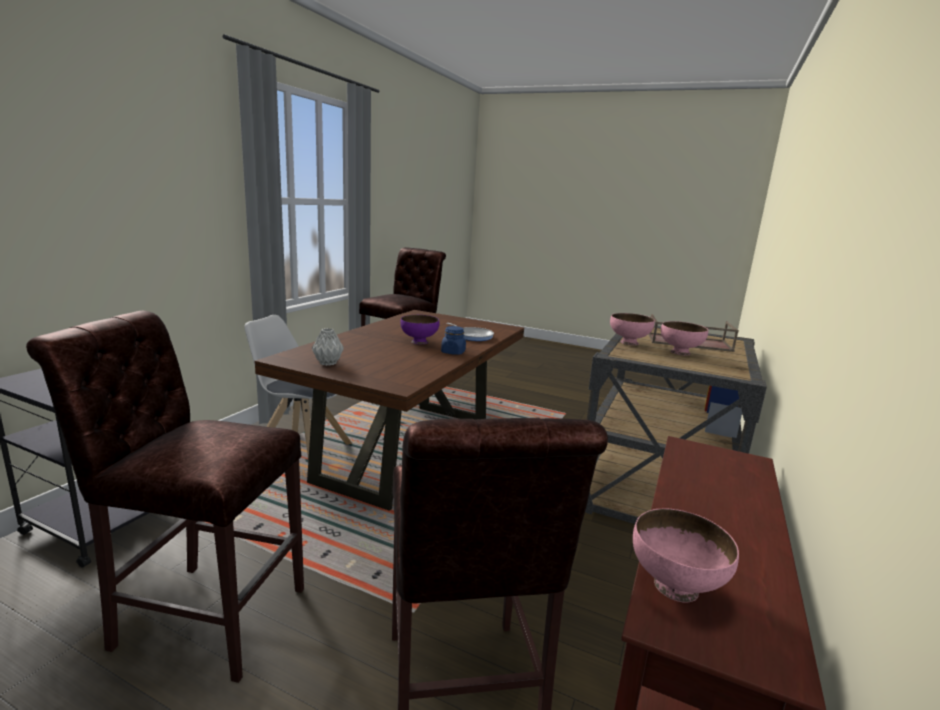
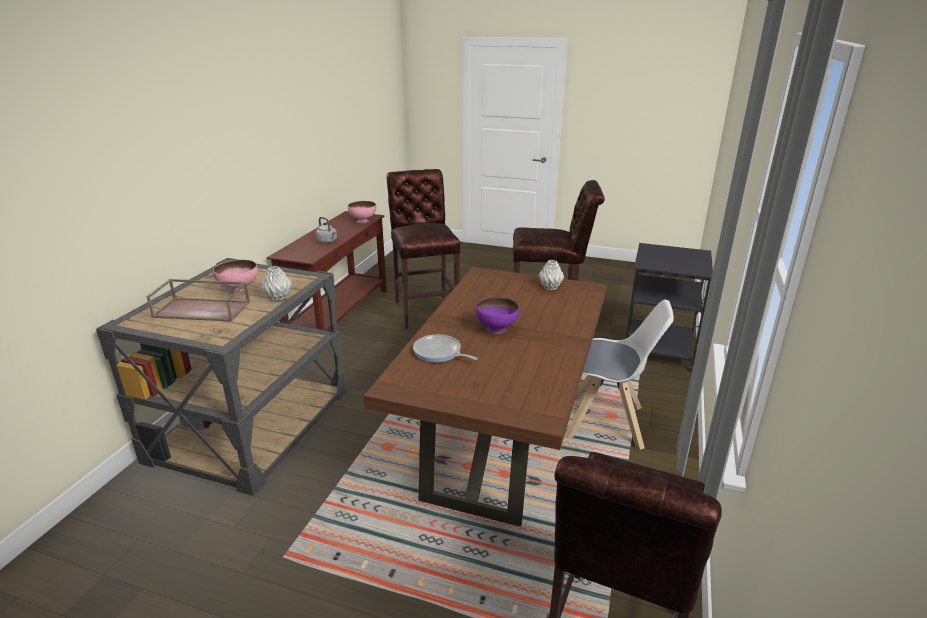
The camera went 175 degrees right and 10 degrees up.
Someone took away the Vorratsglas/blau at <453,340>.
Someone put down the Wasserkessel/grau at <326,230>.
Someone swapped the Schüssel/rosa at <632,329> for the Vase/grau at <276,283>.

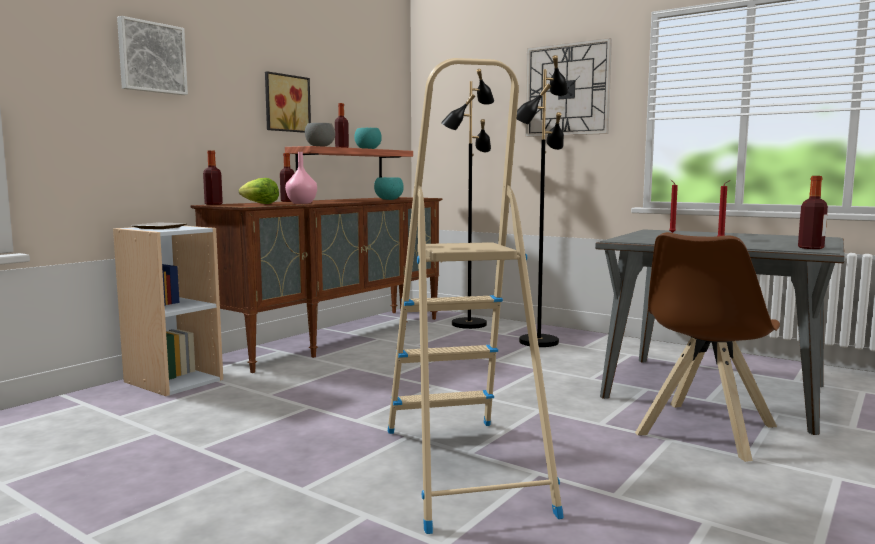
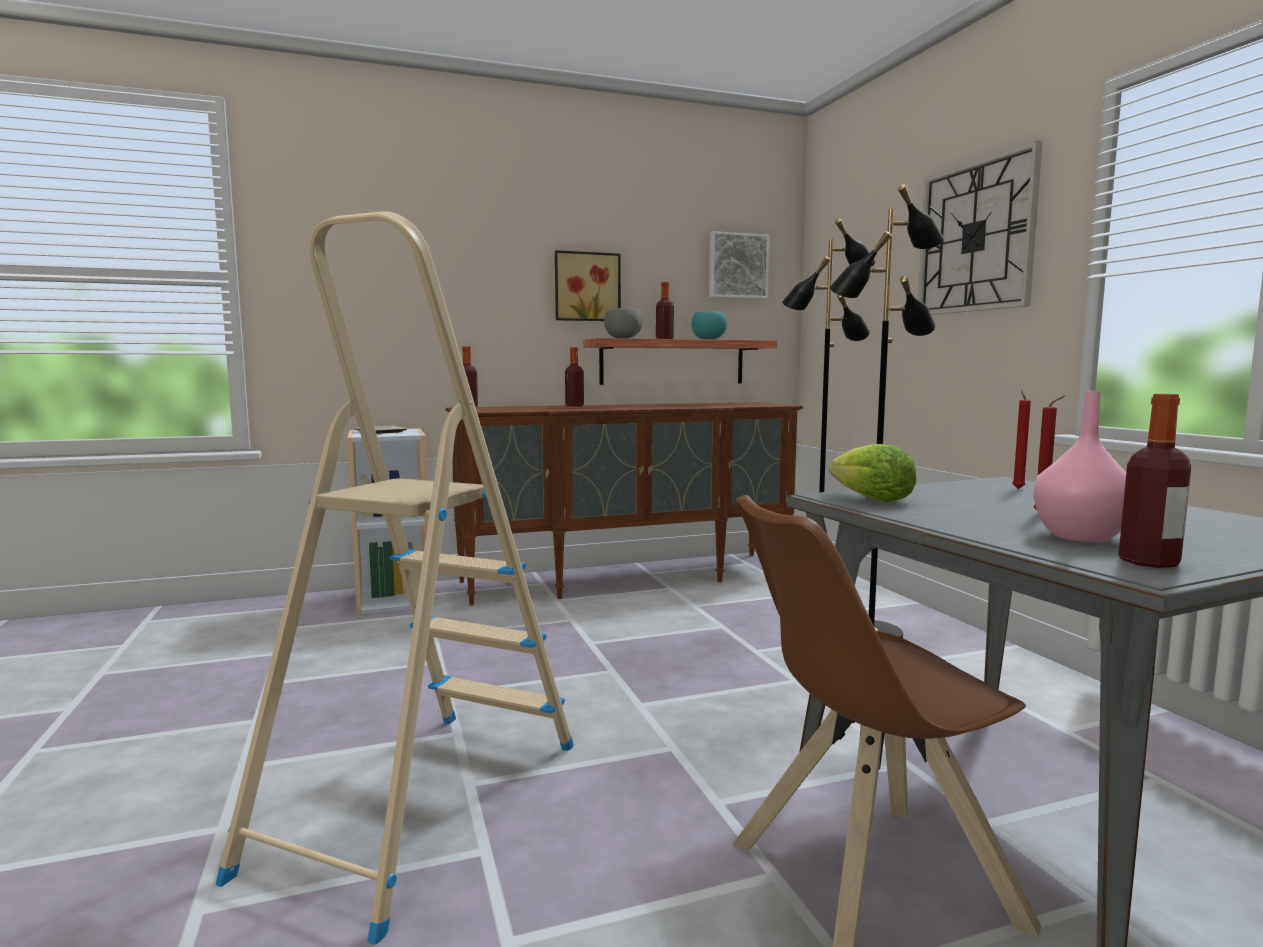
The camera went 35 degrees right and 0 degrees up.
Someone took away the Schüssel/türkis at <389,188>.
Someone carried the Bild from <152,55> to <739,265>.
Someone carried the Salatkopf from <259,191> to <872,473>.
Someone carried the Vase/rosa from <301,178> to <1079,466>.

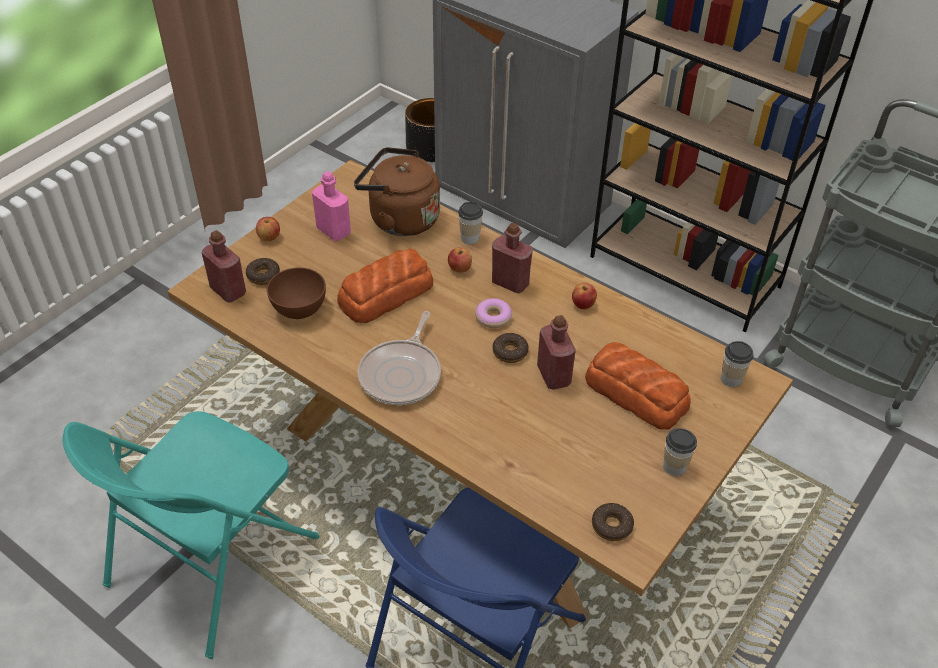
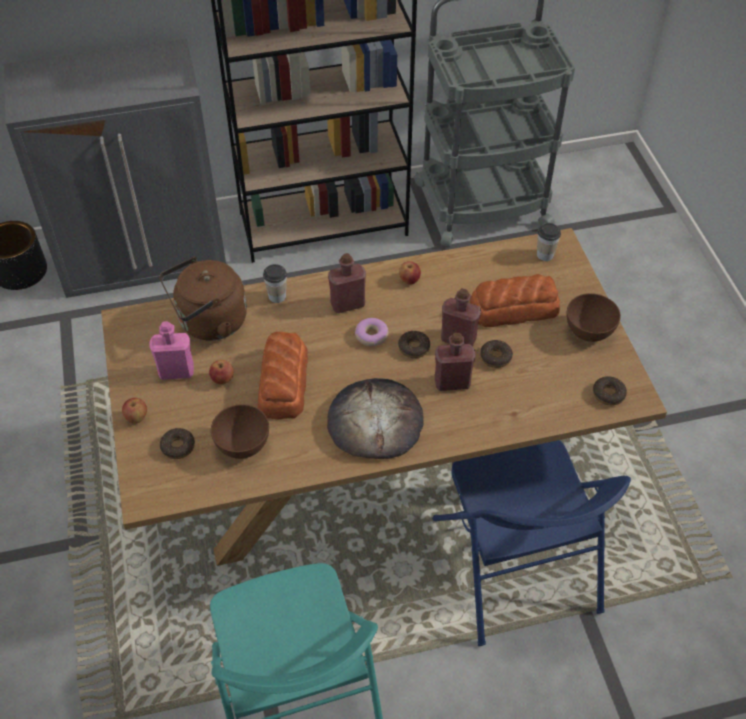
The camera went 50 degrees left and 5 degrees up.
Someone put down the Donut at <496,354>.
Someone carried the Flasche/rot from <224,266> to <455,362>.
Someone carried the Apfel from <460,260> to <221,372>.
Someone swapped the Pfanne at <399,358> for the Brot at <375,418>.
Someone swapped the Tasse at <680,452> for the Schüssel/braun at <594,317>.

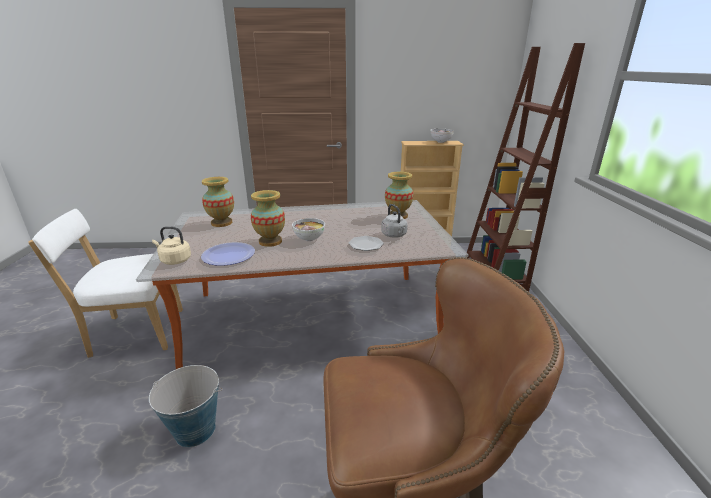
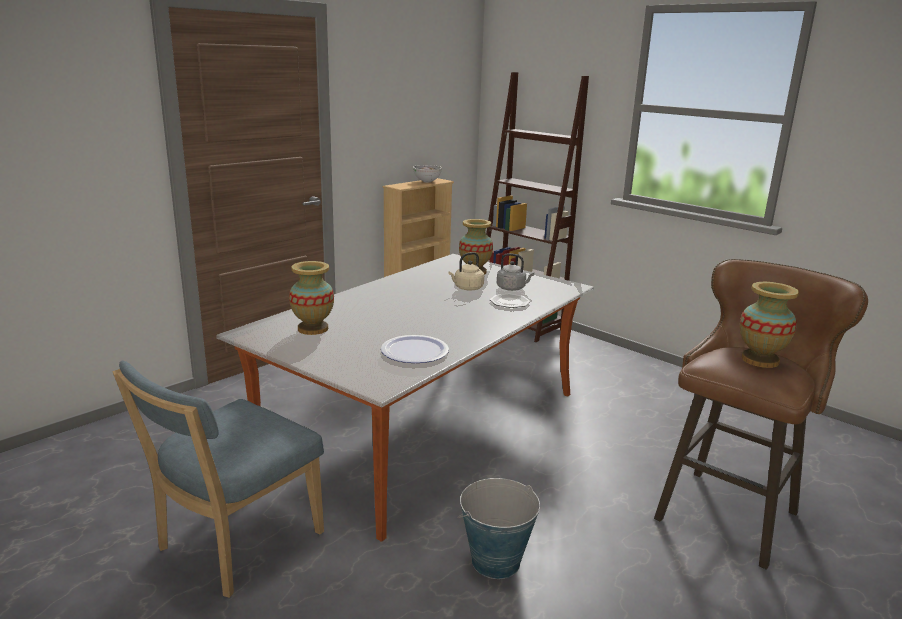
The camera went 45 degrees left and 5 degrees down.
Someone took away the Schüssel at <308,229>.
Someone carried the Wasserkessel/beige from <171,245> to <466,271>.
Someone carried the Vase from <268,218> to <769,325>.
Someone repainted the Stuhl/weiß at <105,283>, which became the Stuhl/blau at <218,479>.

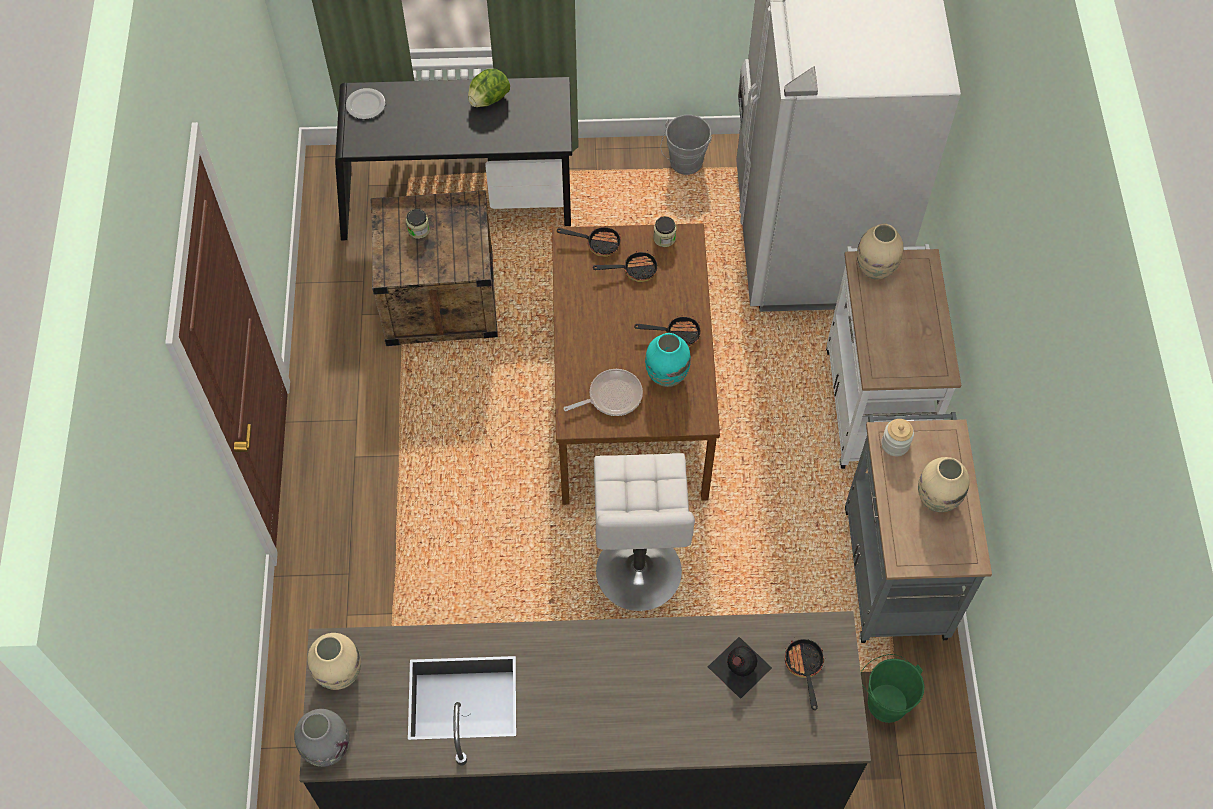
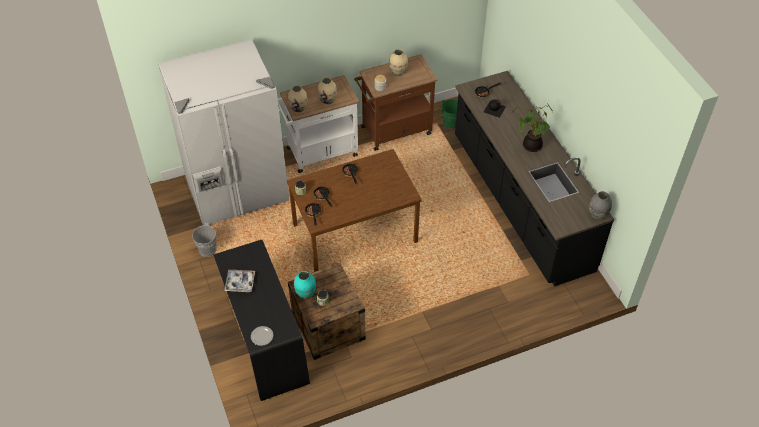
The camera went 110 degrees left and 10 degrees down.
Someone took away the Pfanne at <603,392>.
Someone took away the Hocker/weiß at <644,532>.
Someone put down the Topfpflanze at <532,127>.
Someone carried the Vase/beige from <334,661> to <327,91>.
Someone carried the Vase/türkis from <668,360> to <305,284>.
Someone swapped the Salatkopf at <489,88> for the Tablett at <239,281>.
Someone repainted the Rollwagen/grau at <918,527>, which became the Rollwagen/braun at <396,102>.

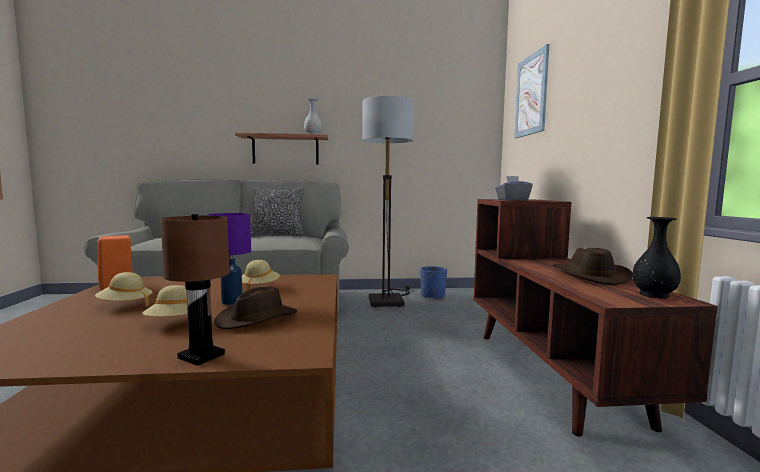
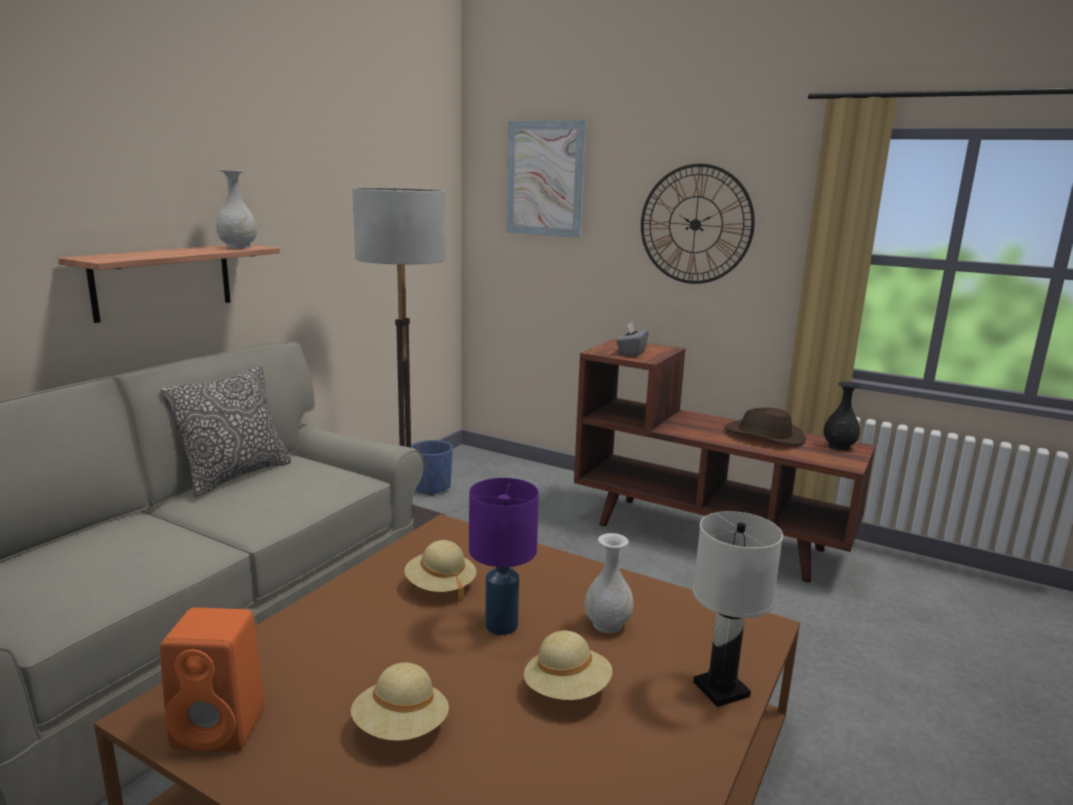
The camera went 55 degrees left and 10 degrees up.
Someone put up the Wanduhr at <698,224>.
Someone swapped the Hut/braun at <255,308> for the Vase/weiß at <609,583>.
Someone repainted the Tischlampe/braun at <195,290>, which became the Tischlampe/weiß at <738,609>.

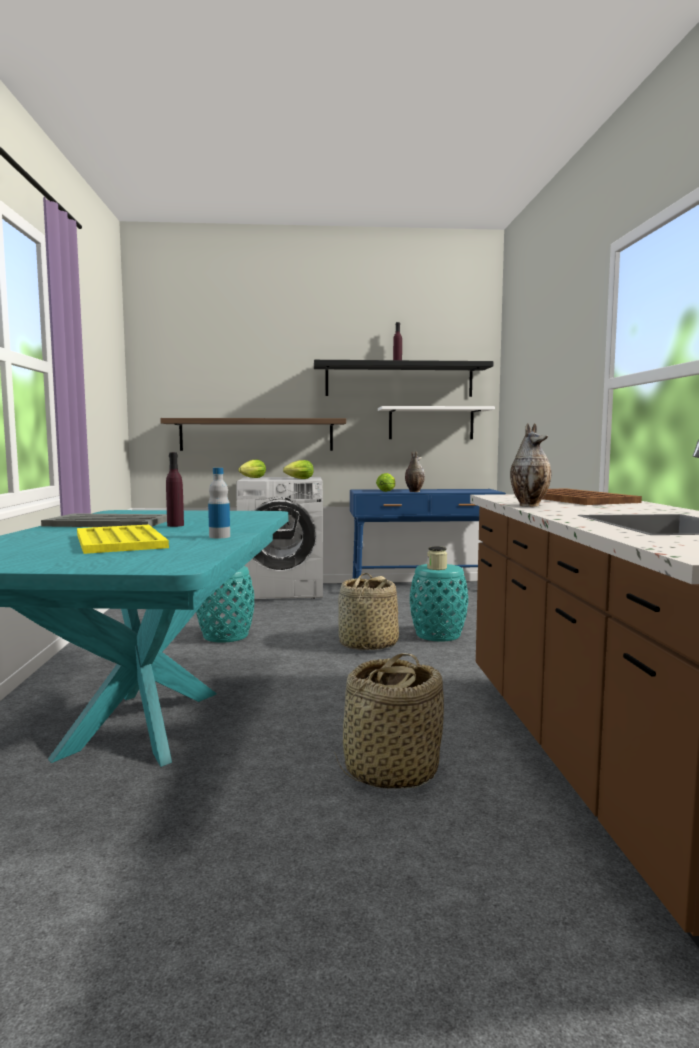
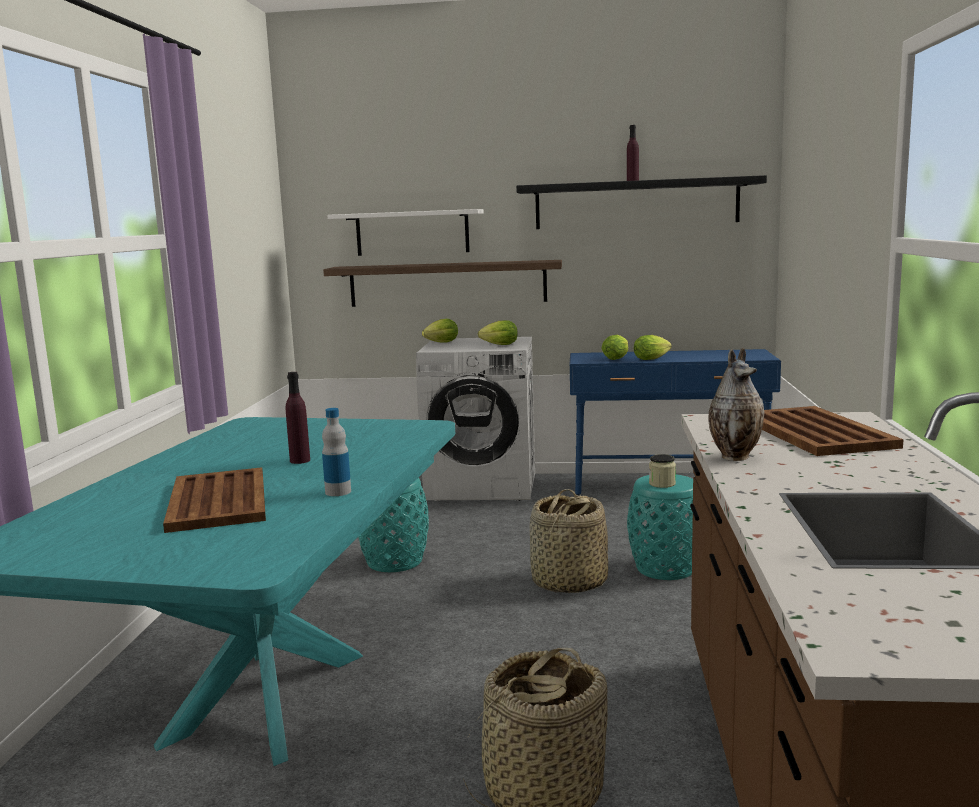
The camera went 10 degrees right and 5 degrees up.
Someone took away the Tablett/grau at <104,520>.
Someone carried the Wandregal/weiß from <436,422> to <405,232>.
Someone swapped the Vase at <415,471> for the Salatkopf at <653,347>.
Someone repainted the Tablett/gelb at <123,539>, which became the Tablett/braun at <214,500>.

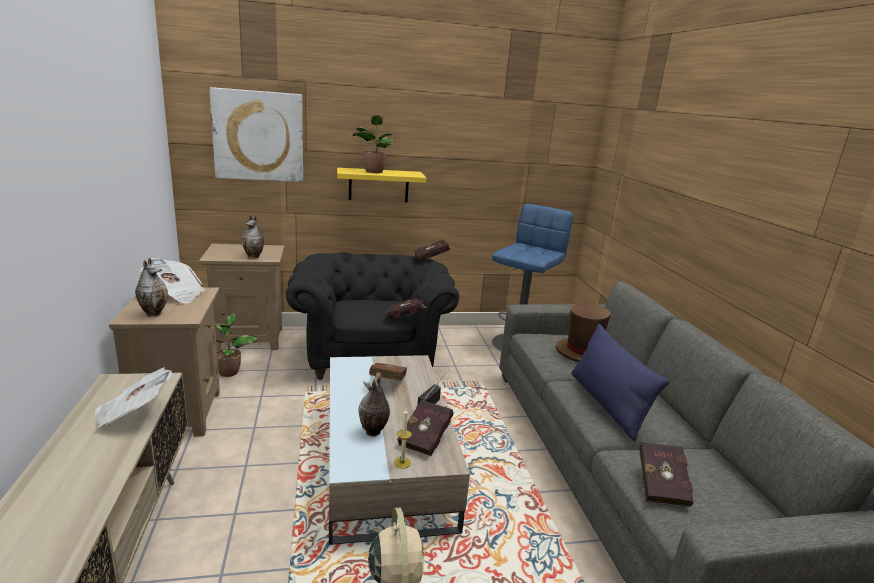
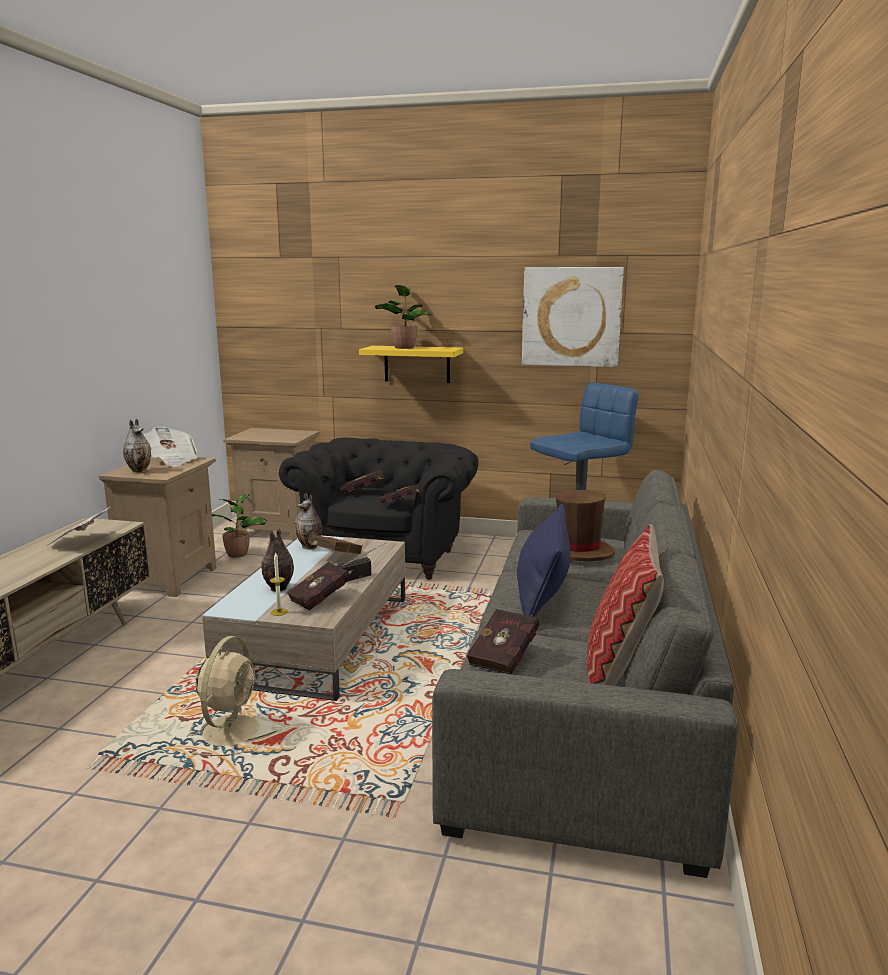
The camera went 25 degrees right and 5 degrees down.
Someone put down the Kissen at <625,605>.
Someone carried the Bild from <256,134> to <573,317>.
Someone carried the Vase from <253,236> to <308,521>.
Someone carried the Buch/rot from <433,250> to <362,481>.

